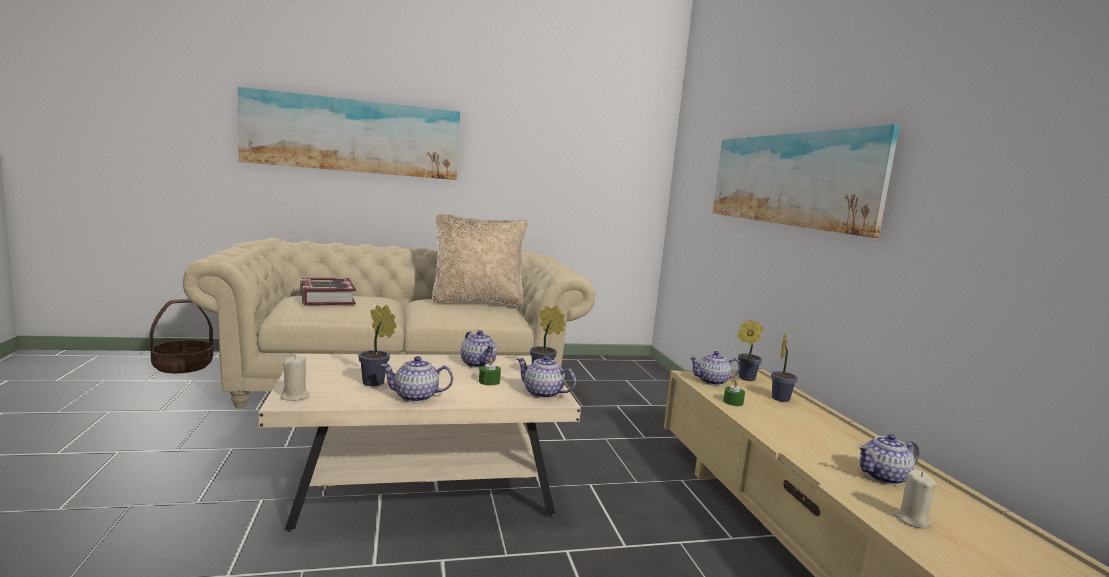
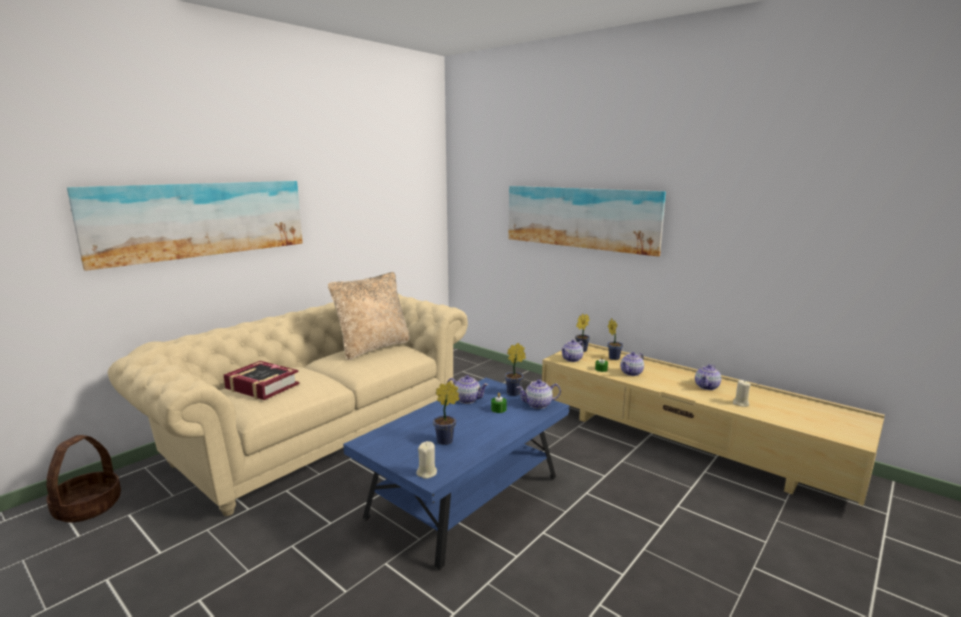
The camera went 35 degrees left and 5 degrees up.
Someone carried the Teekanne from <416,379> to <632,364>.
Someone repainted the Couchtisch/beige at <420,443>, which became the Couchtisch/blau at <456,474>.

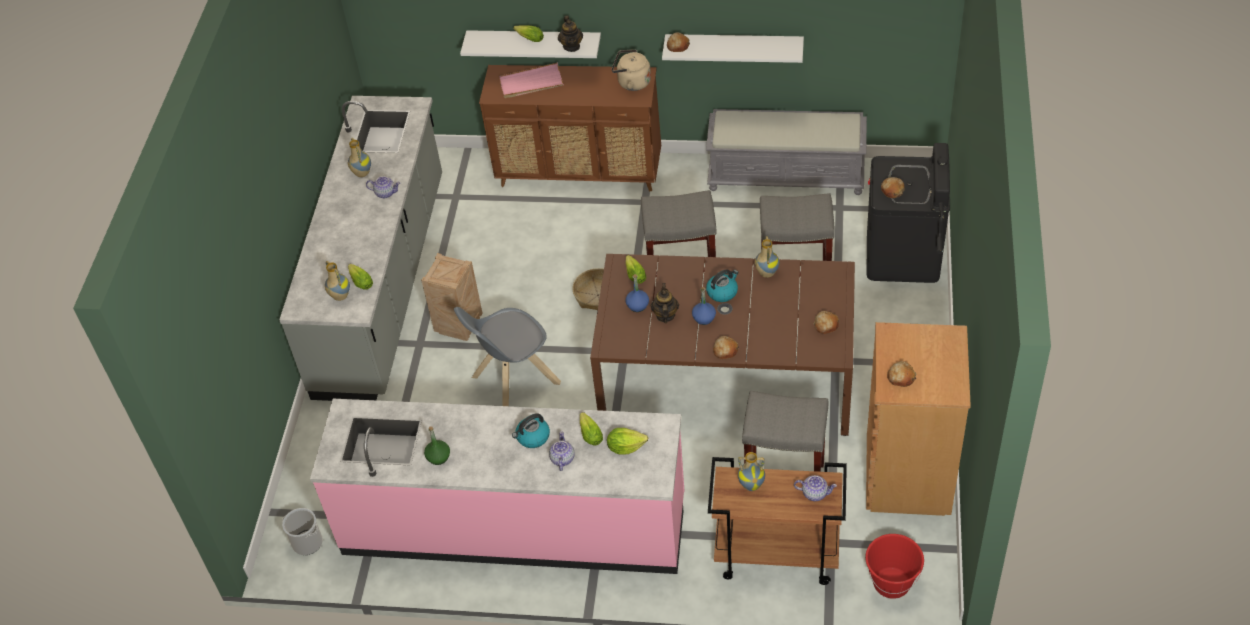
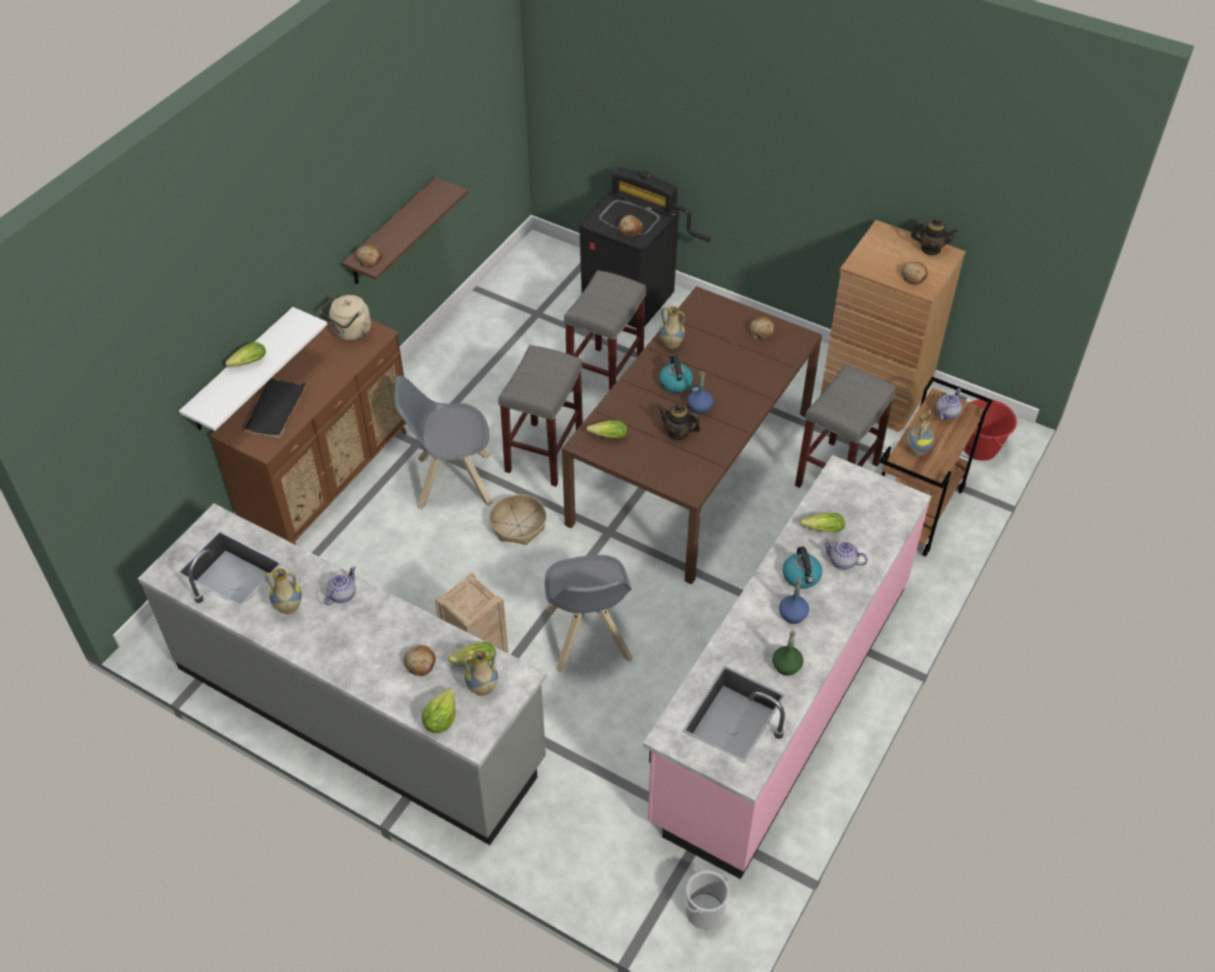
The camera went 70 degrees left and 0 degrees up.
Someone took away the Bank/grau at <786,152>.
Someone put down the Stuhl/grau at <443,442>.
Someone carried the Teekanne from <570,34> to <934,236>.
Someone carried the Salatkopf from <627,441> to <439,710>.
Someone carried the Flasche/blau from <637,293> to <794,601>.
Someone carried the Brot from <726,347> to <420,660>.
Someone repainted the Tablett/rosa at <531,80>, which became the Tablett/schwarz at <276,407>.
Someone repainted the Wandregal/weiß at <733,48>, which became the Wandregal/braun at <405,230>.

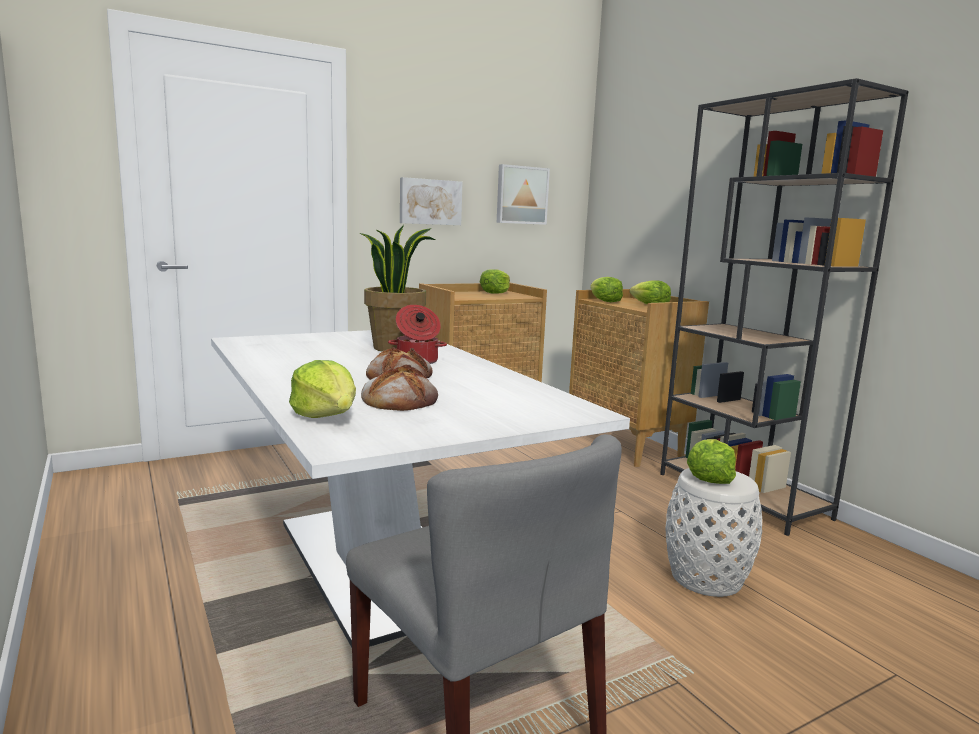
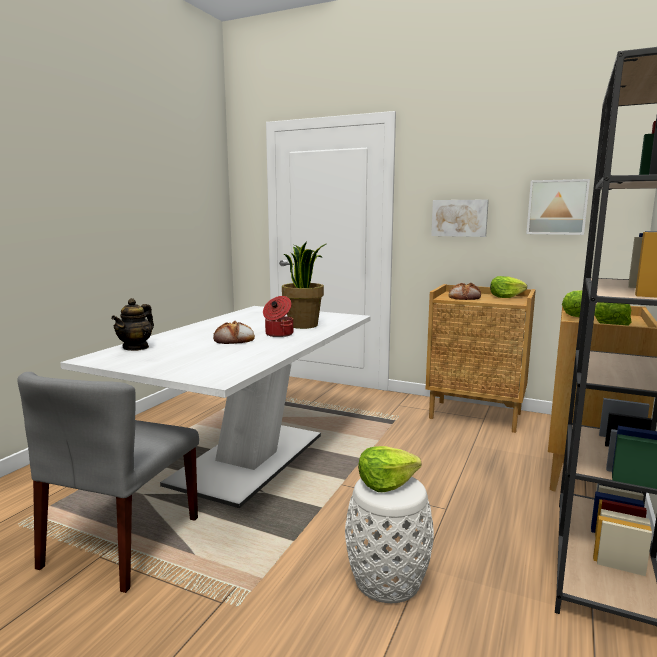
The camera went 55 degrees right and 0 degrees up.
Someone carried the Brot from <399,388> to <464,291>.
Someone swapped the Salatkopf at <322,389> for the Teekanne at <132,324>.

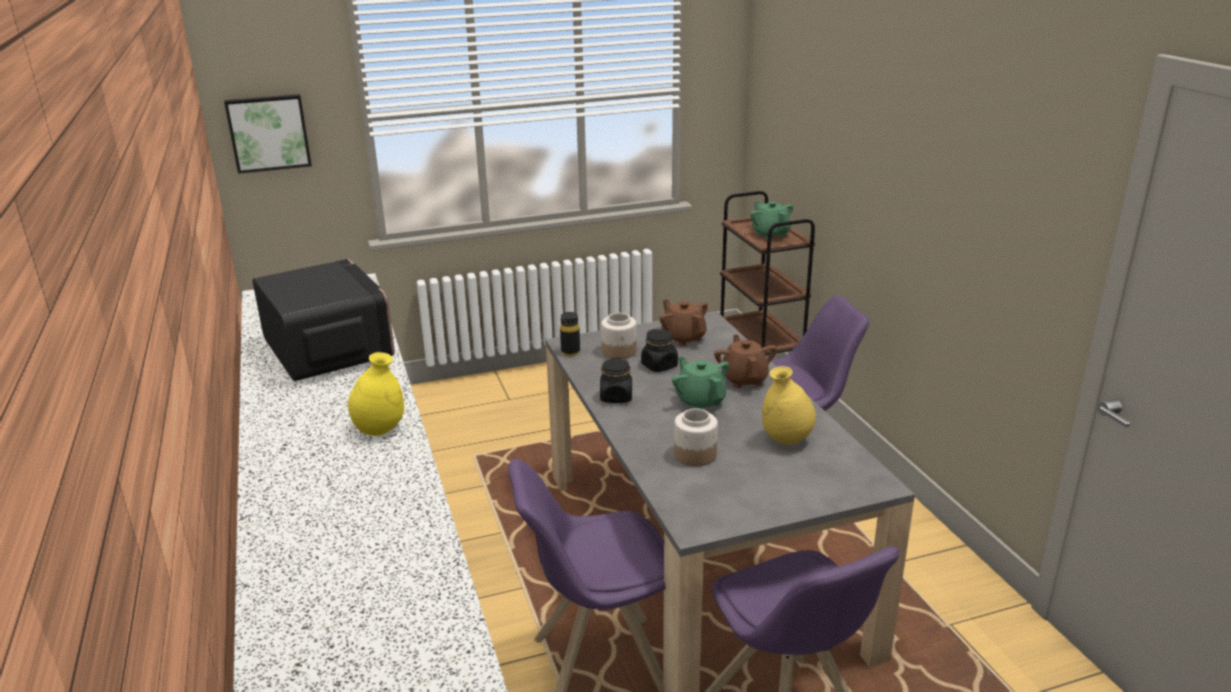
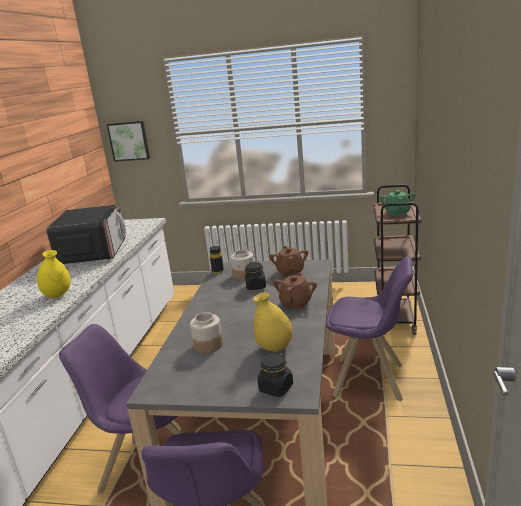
The camera went 30 degrees right and 5 degrees down.
Someone took away the Teekanne/grün at <700,382>.
Someone carried the Vorratsglas/schwarz from <616,380> to <275,374>.

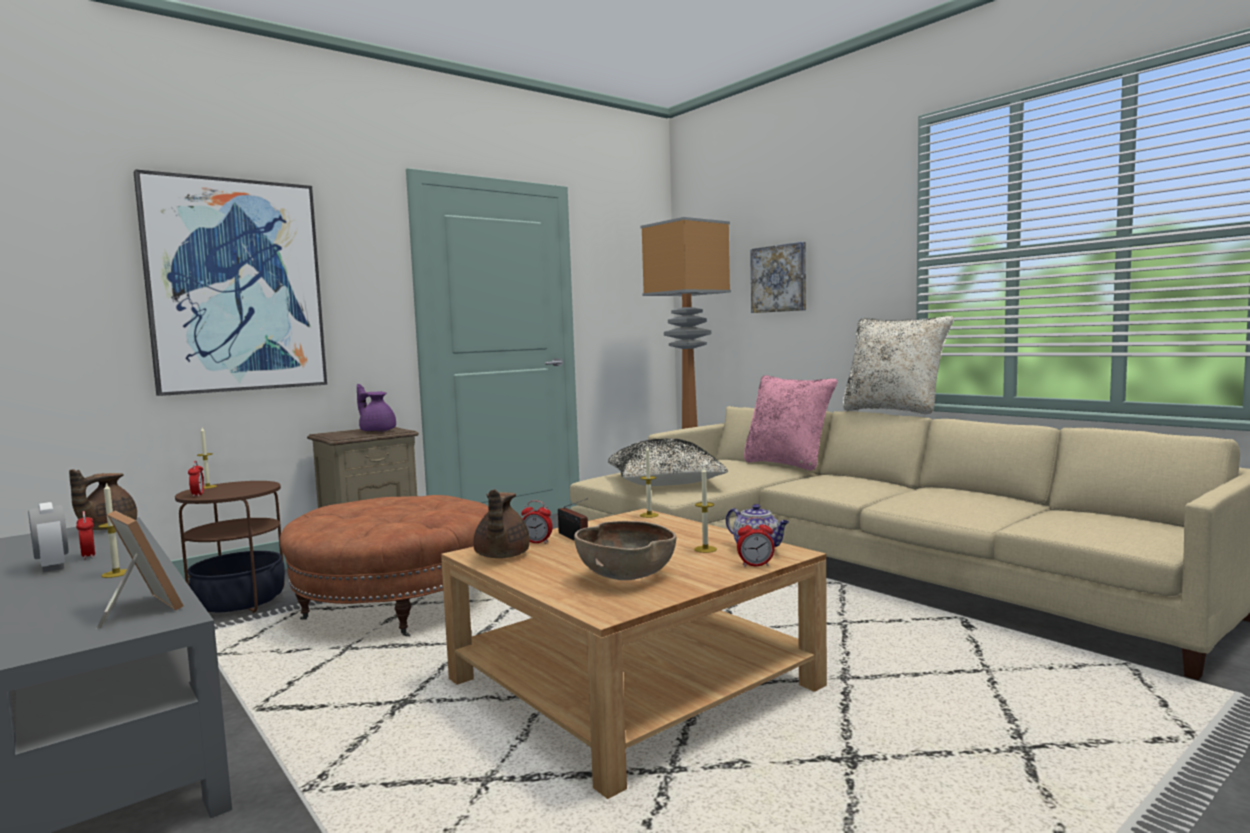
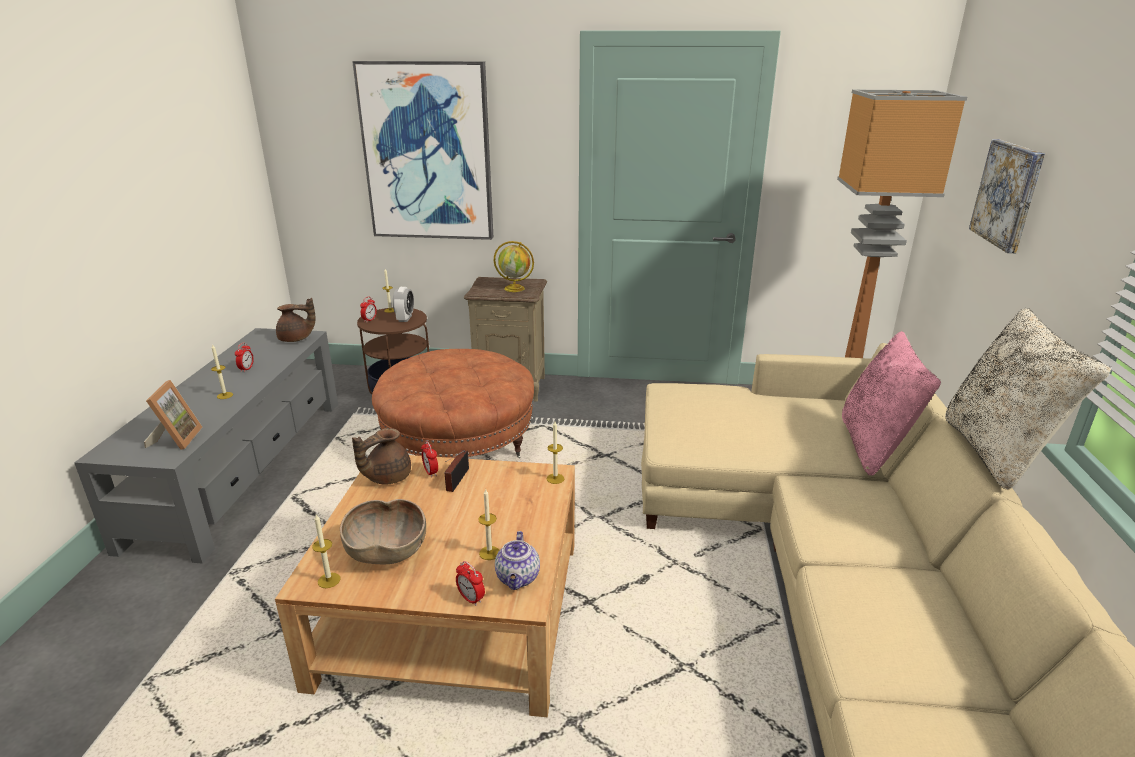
The camera went 45 degrees right and 20 degrees up.
Someone took away the Kissen/beige at <668,462>.
Someone put down the Kerze at <326,551>.
Someone carried the Wecker from <48,537> to <403,304>.
Someone swapped the Teekanne/lila at <376,408> for the Globus at <514,266>.
Someone rotated the Teekanne/braun at <103,499> by 150 degrees counterclockwise.

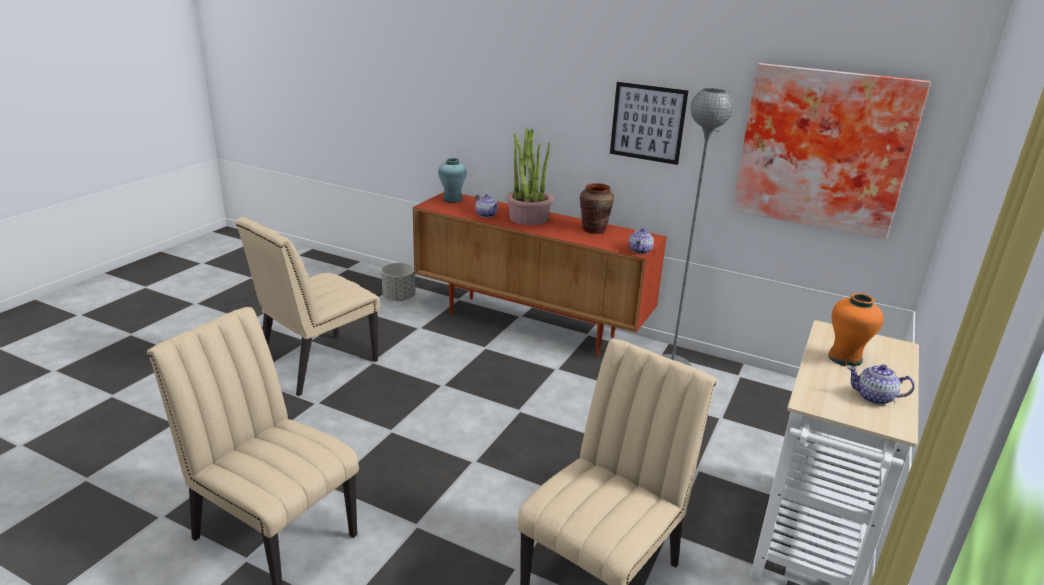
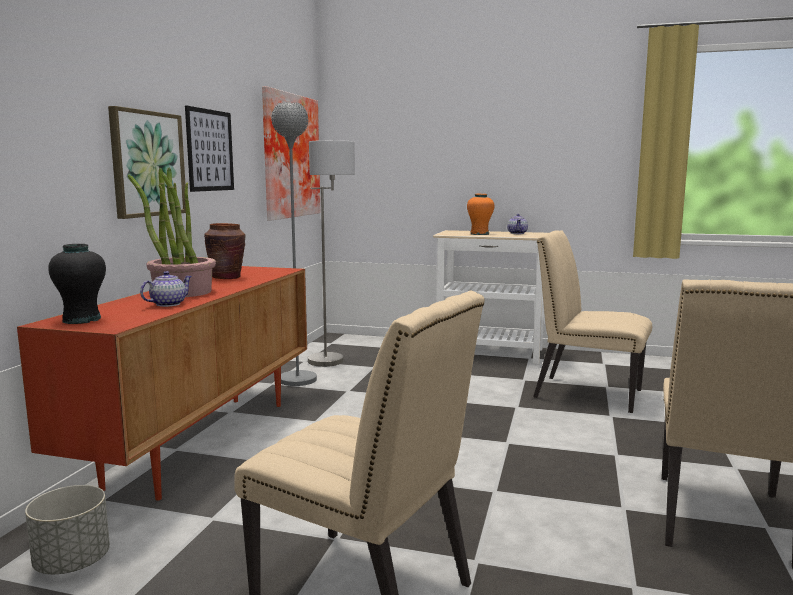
The camera went 100 degrees left and 15 degrees down.
Someone took away the Teekanne at <641,241>.
Someone put up the Bild at <147,162>.
Someone put down the Stehlampe/grau at <331,253>.
Someone repainted the Vase/türkis at <452,180>, which became the Vase/schwarz at <77,284>.

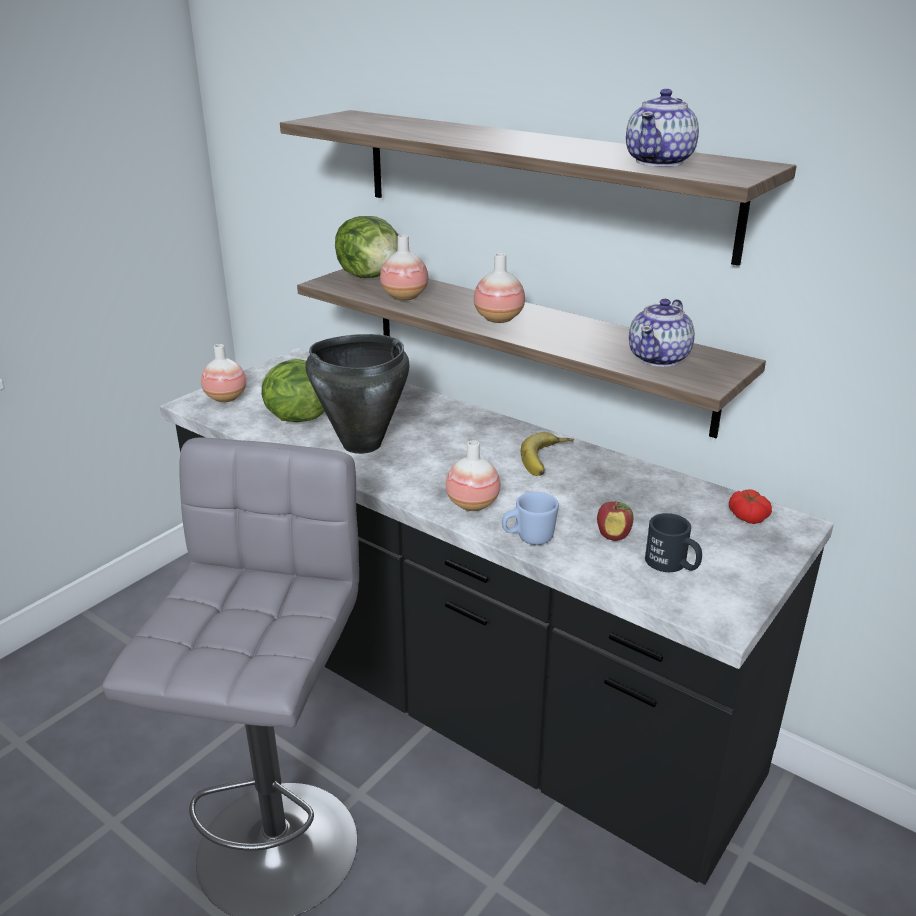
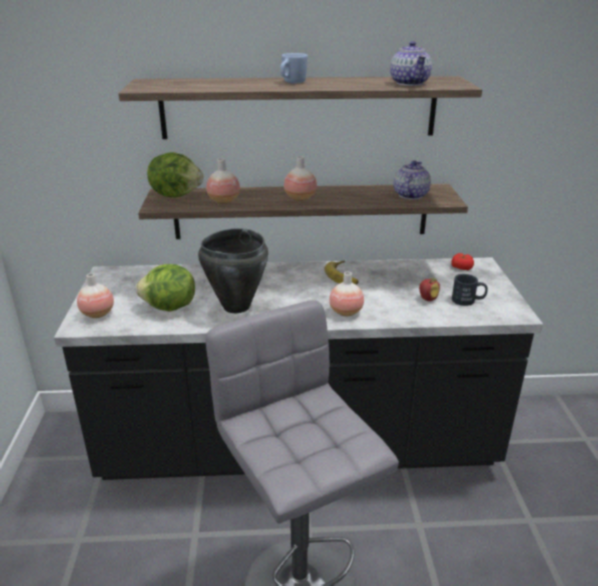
The camera went 40 degrees left and 0 degrees up.
Someone carried the Henkelbecher/blau from <530,518> to <294,68>.
Someone rotated the Teekanne at <662,333> by 150 degrees counterclockwise.

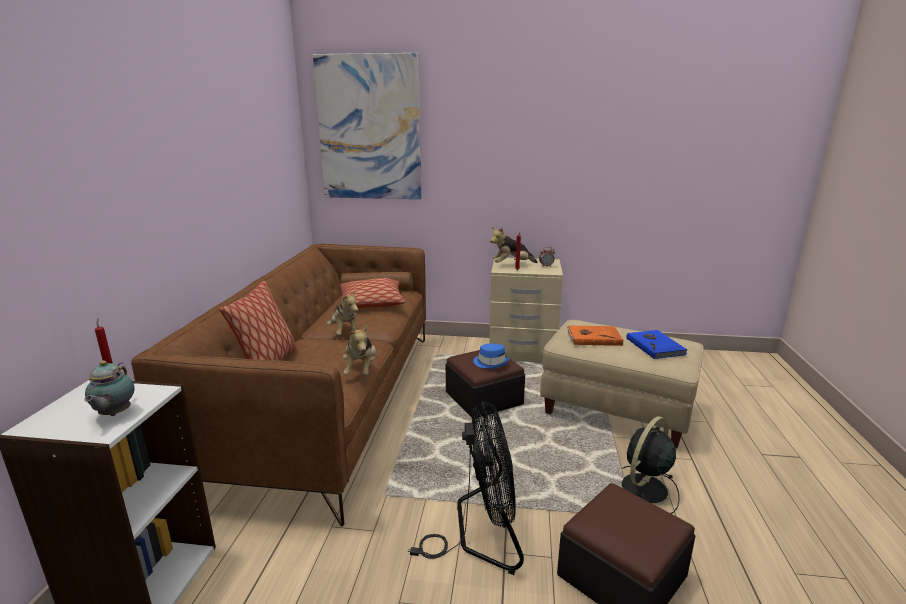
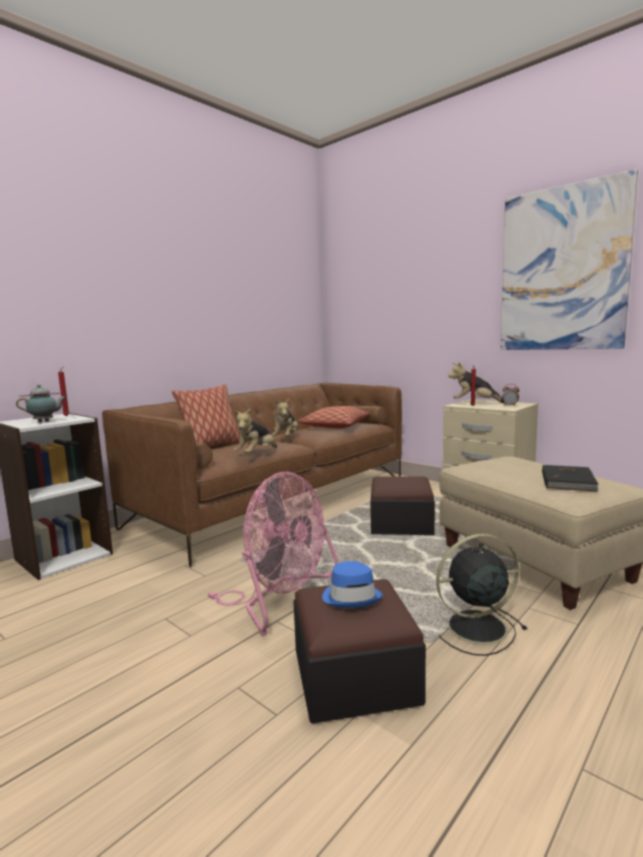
The camera went 35 degrees right and 10 degrees down.
Someone took away the Buch/orange at <595,336>.
Someone carried the Bild from <367,126> to <569,259>.
Someone carried the Hut/blau from <491,356> to <352,584>.
Someone repainted the Ventilator/schwarz at <466,488>, which became the Ventilator/rosa at <273,554>.
Someone repainted the Buch/blau at <657,344>, which became the Buch/schwarz at <570,478>.
Someone rotated the Teekanne at <109,388> by 150 degrees counterclockwise.

